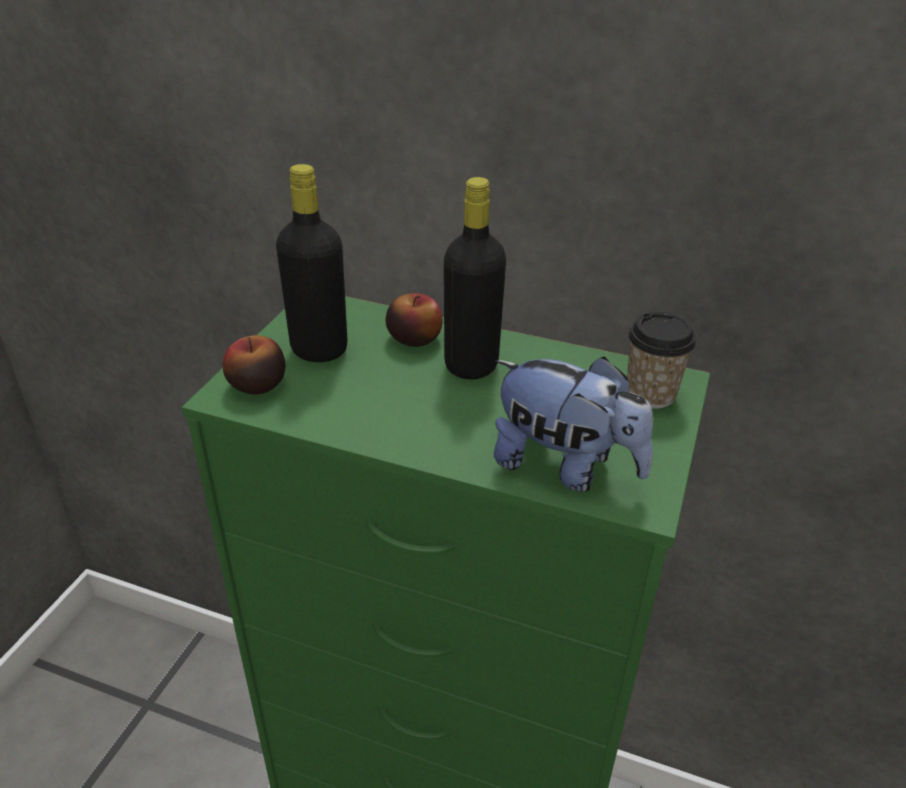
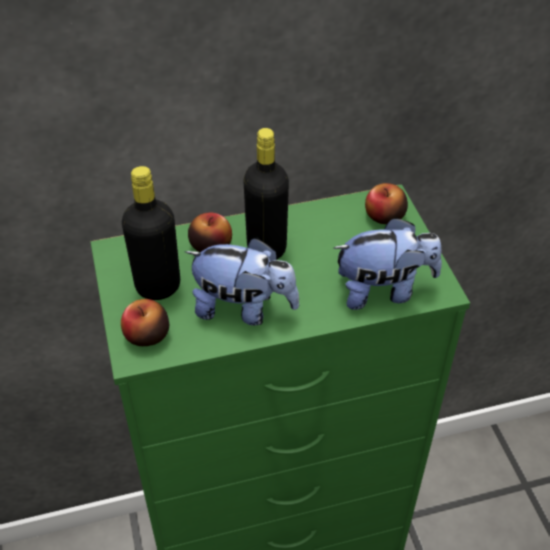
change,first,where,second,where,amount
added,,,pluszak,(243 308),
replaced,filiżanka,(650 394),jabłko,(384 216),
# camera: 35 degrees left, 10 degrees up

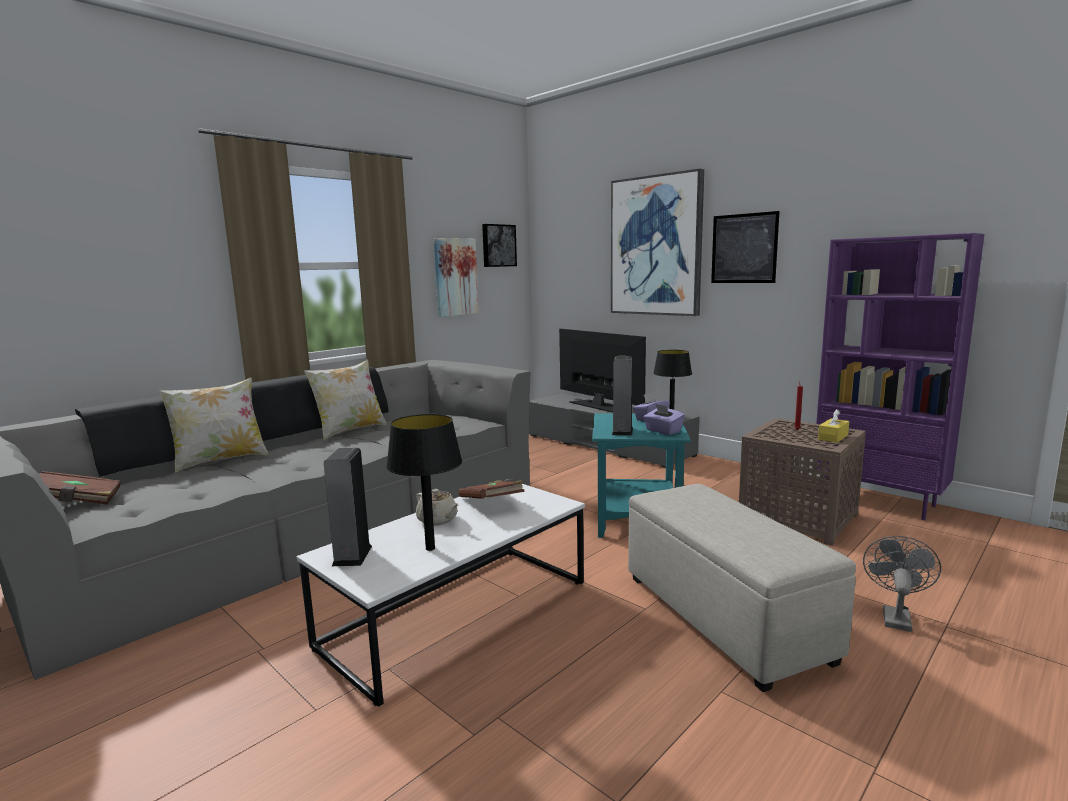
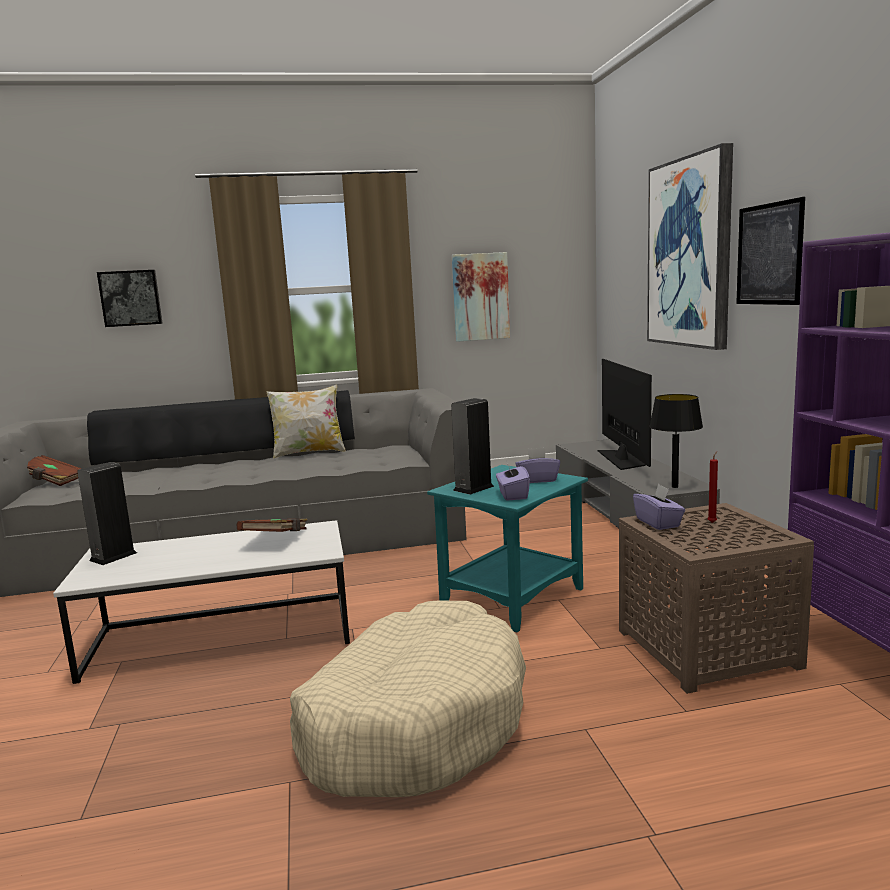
change,first,where,second,where,amount
removed,poduszka,(220 460),,,
removed,lampa stołowa [czarny],(430 548),,,
removed,imbryk [beżowy],(438 520),,,
removed,pudełko chusteczek [żółty],(833 437),,,
removed,wentylator [szary],(895 616),,,
added,,,pudełko chusteczek [fioletowy],(658 523),
moved,obraz,(498 245),,(131 298),
replaced,pufa [beżowy],(724 617),legowisko [beżowy],(414 721),
# camera: 35 degrees right, 0 degrees up

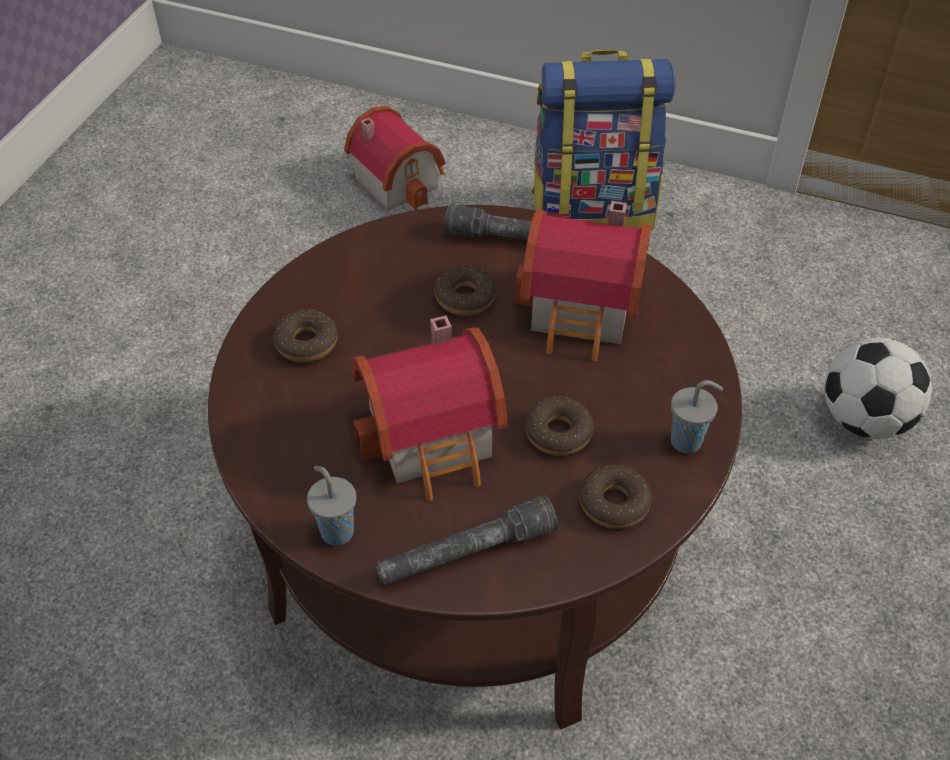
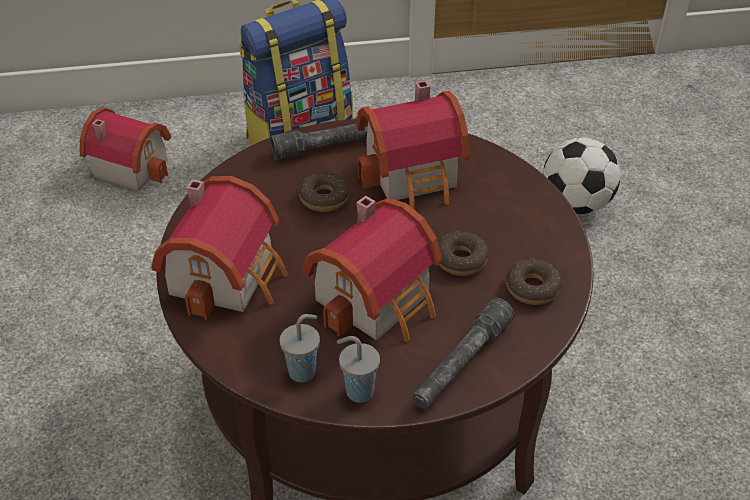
change,first,where,second,where,amount
moved,filiżanka [szary],(688 441),,(303 371),
replaced,donut,(306 343),domek,(229 275),
# camera: 30 degrees left, 5 degrees down

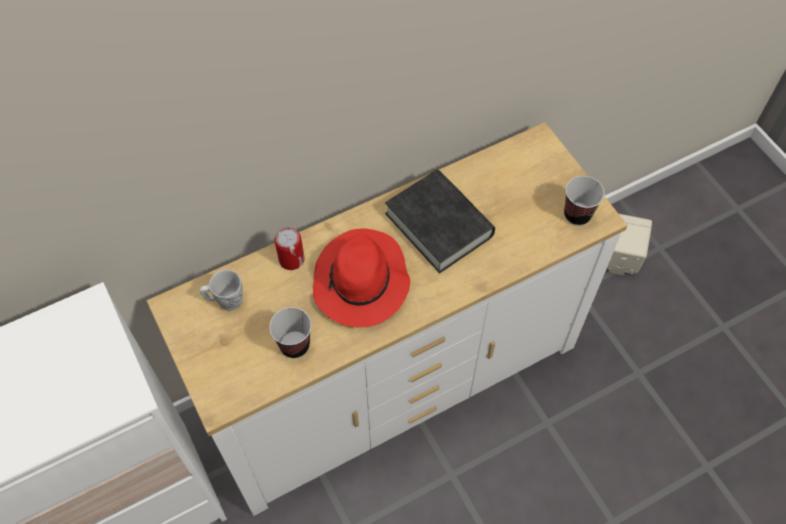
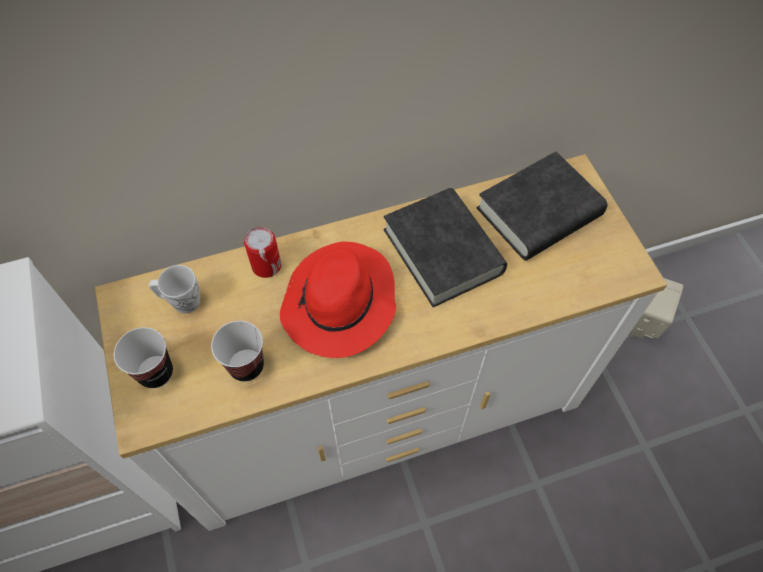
change,first,where,second,where,amount
added,,,książka [czarny],(539 212),
moved,filiżanka,(577 215),,(156 373),
# camera: 10 degrees right, 0 degrees up

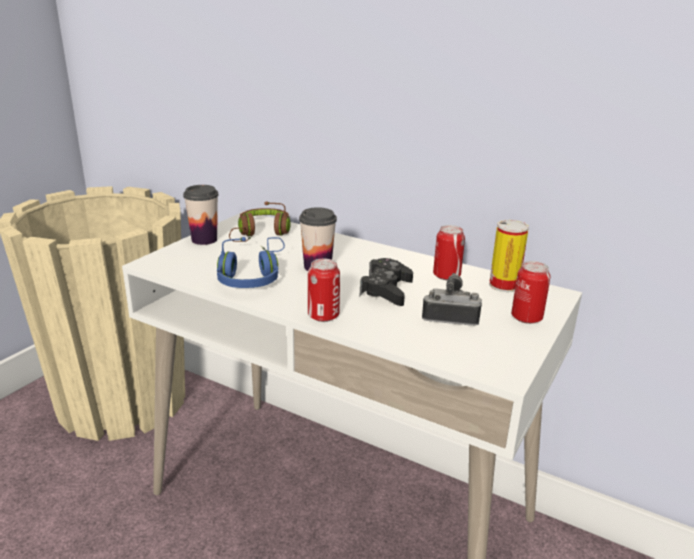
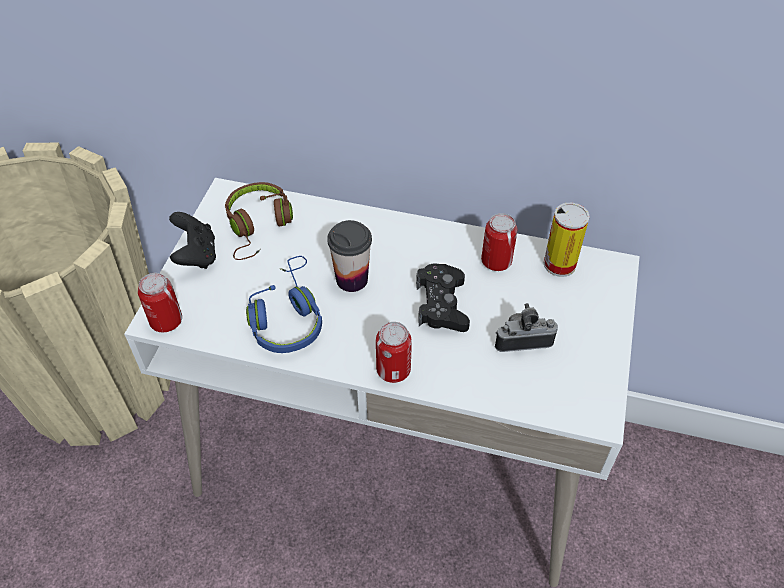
change,first,where,second,where,amount
moved,puszka,(526 318),,(166 321),
replaced,filiżanka,(204 239),pad do gier [czarny],(196 255),
# camera: 15 degrees left, 25 degrees up

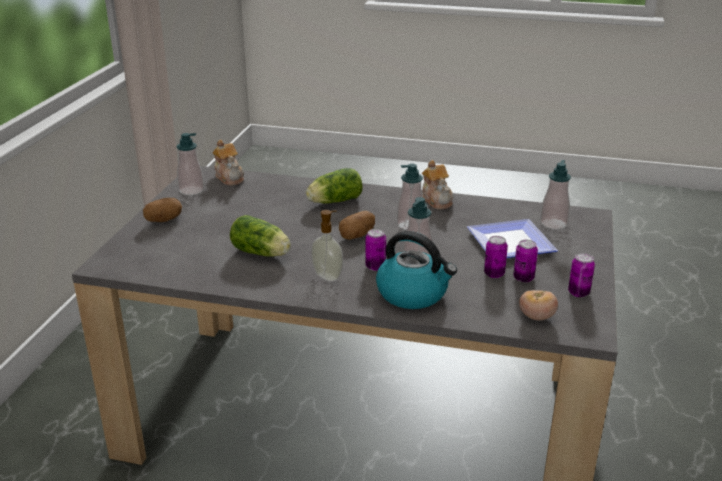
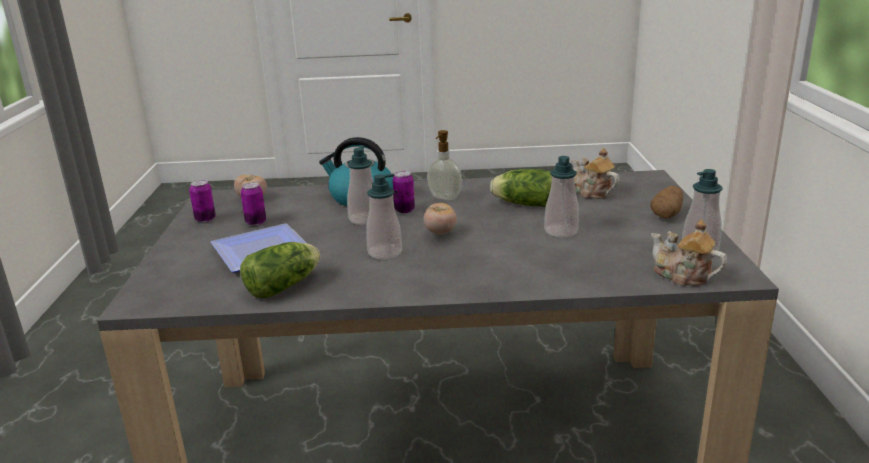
change,first,where,second,where,amount
removed,puszka,(494 274),,,
moved,sałata,(333 201),,(286 285),
moved,imbryk,(437 200),,(591 193),
moved,dozownik mydła,(553 223),,(561 231),
replaced,ziemniak,(357 235),pomidor,(440 232),
# camera: 165 degrees right, 5 degrees down

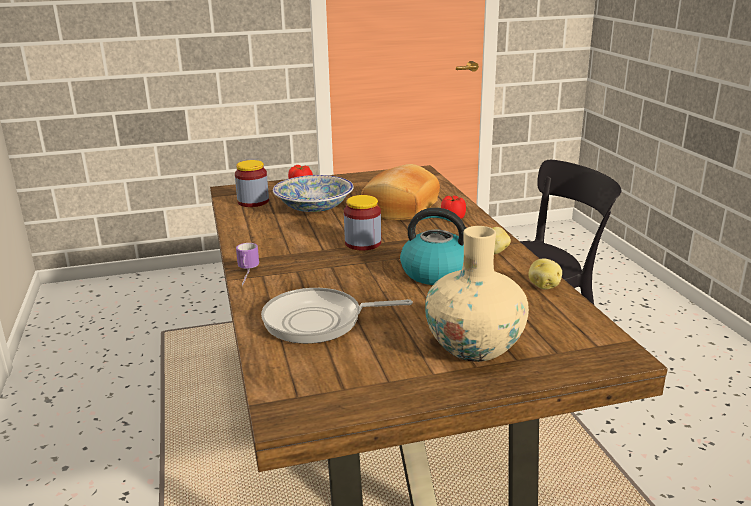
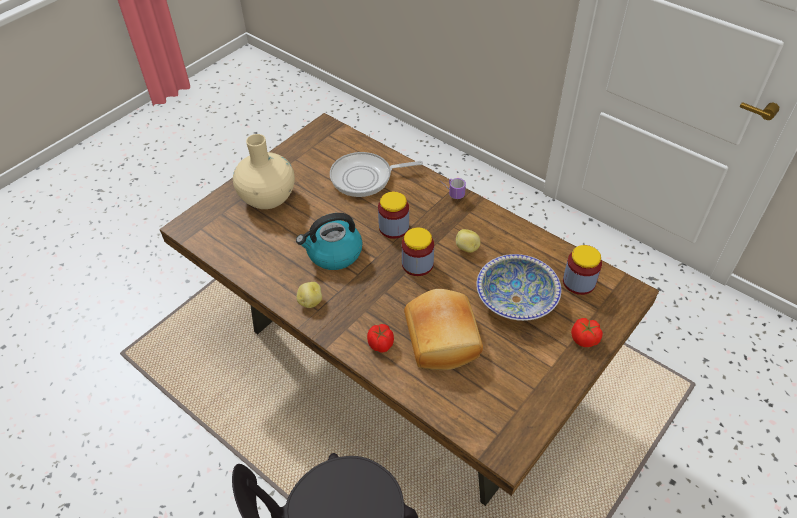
change,first,where,second,where,amount
added,,,słoik,(394 228),
moved,ziemniak,(544 286),,(467 248),
turned,patelnia,(319 321),,(365 178),150 degrees counterclockwise
# camera: 145 degrees right, 25 degrees up

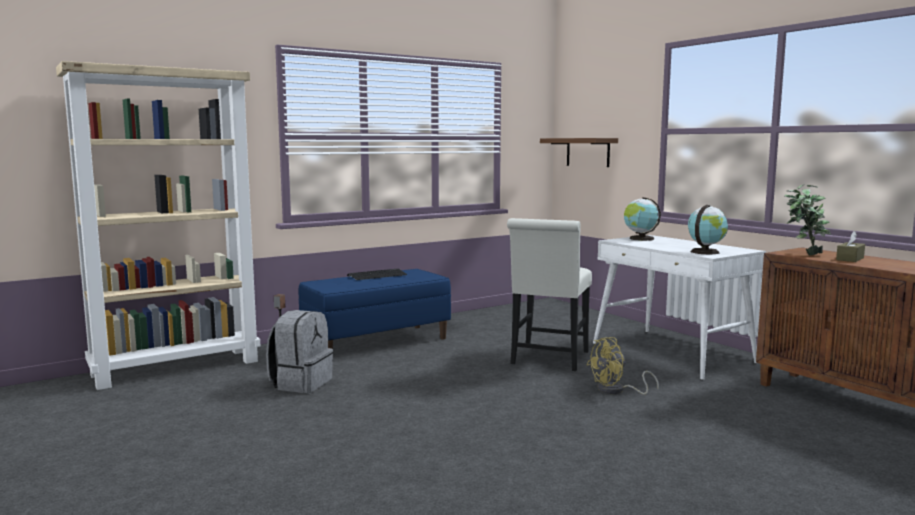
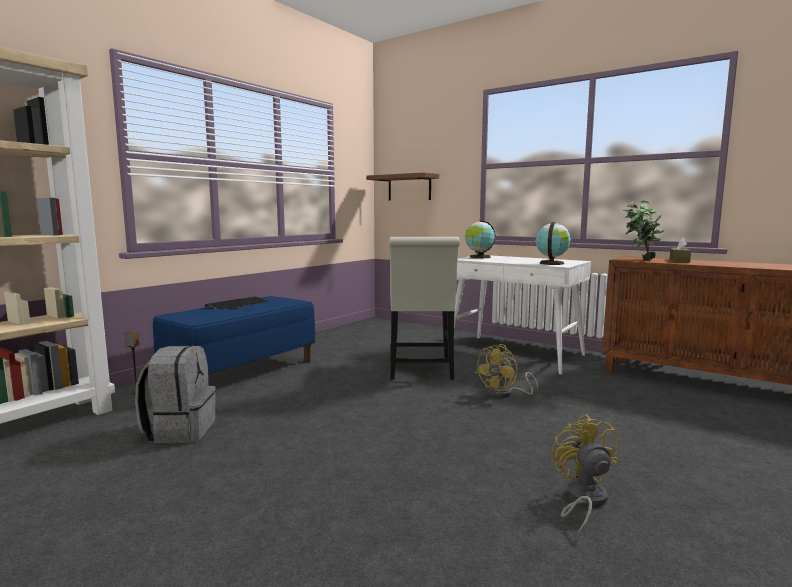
change,first,where,second,where,amount
added,,,wentylator [żółty],(583 500),
# camera: 20 degrees left, 0 degrees up

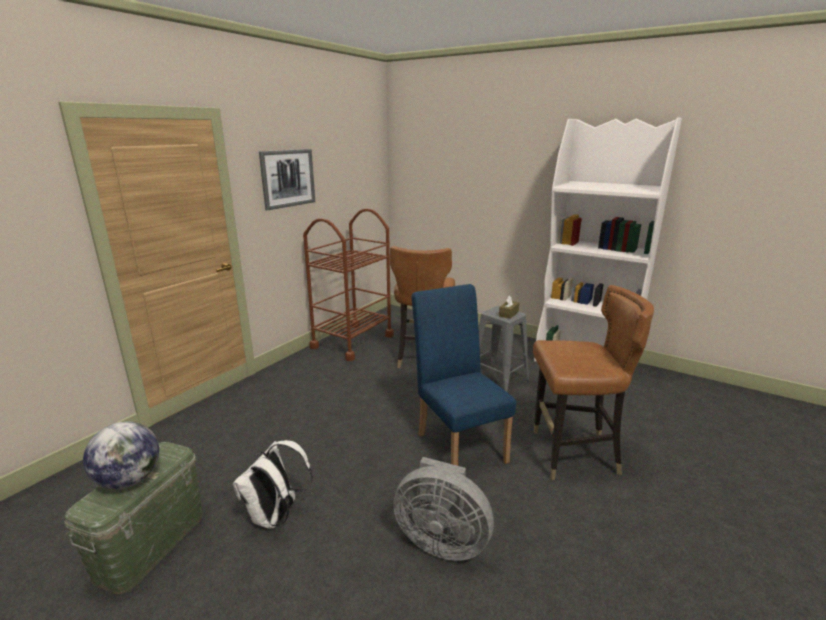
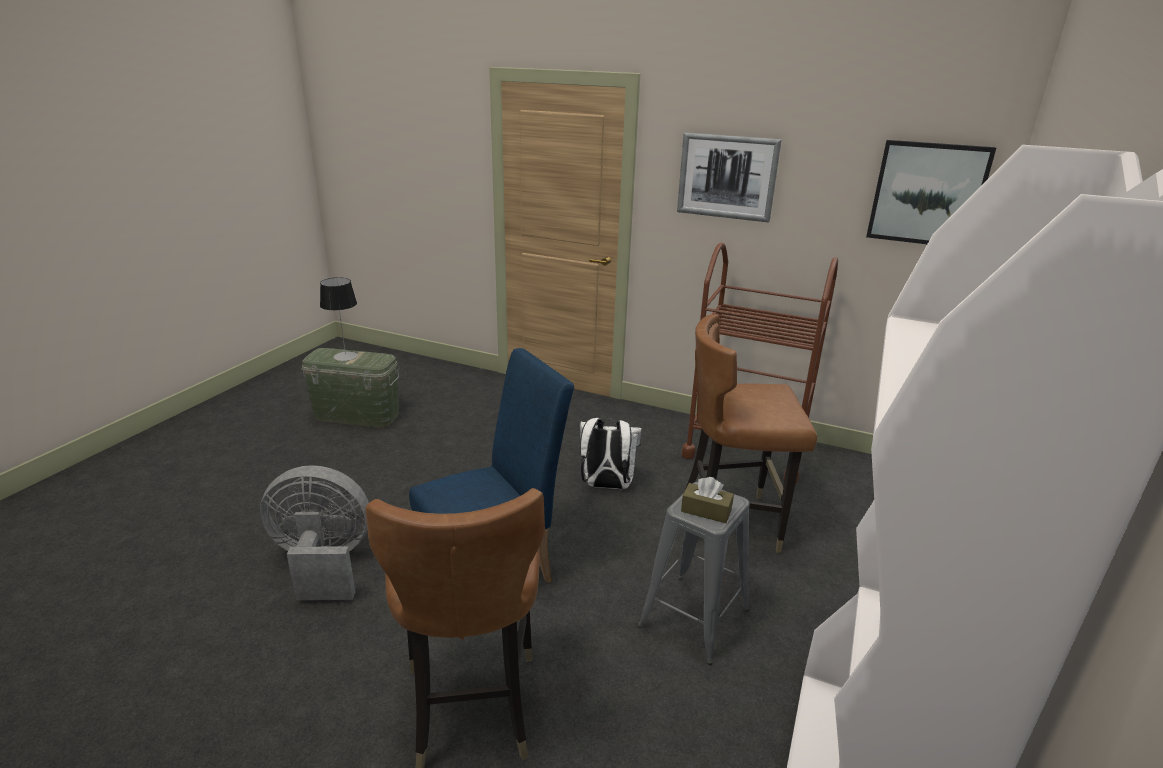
change,first,where,second,where,amount
added,,,obraz,(927 193),
moved,plecak [biały],(276 516),,(606 486),
replaced,globus,(129 480),lampa stołowa,(345 356),
turned,wentylator [szary],(441 540),,(323 564),75 degrees clockwise
# camera: 80 degrees right, 5 degrees up

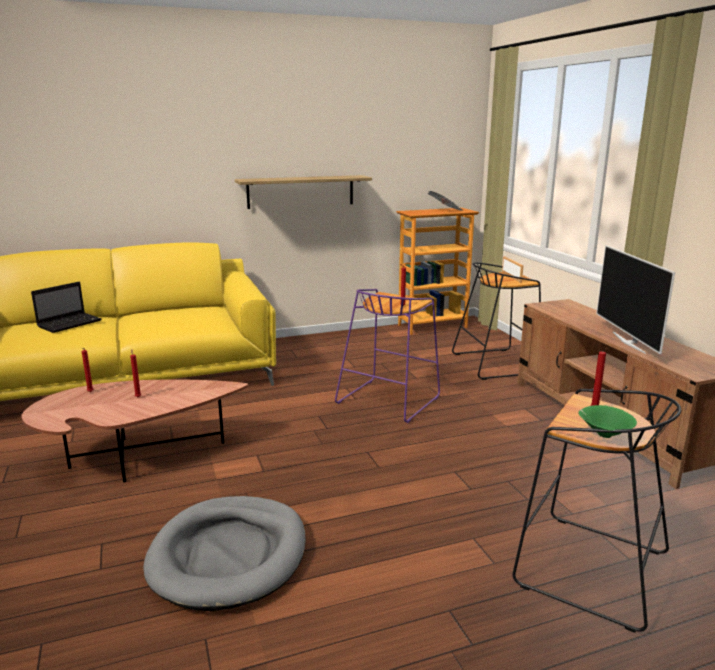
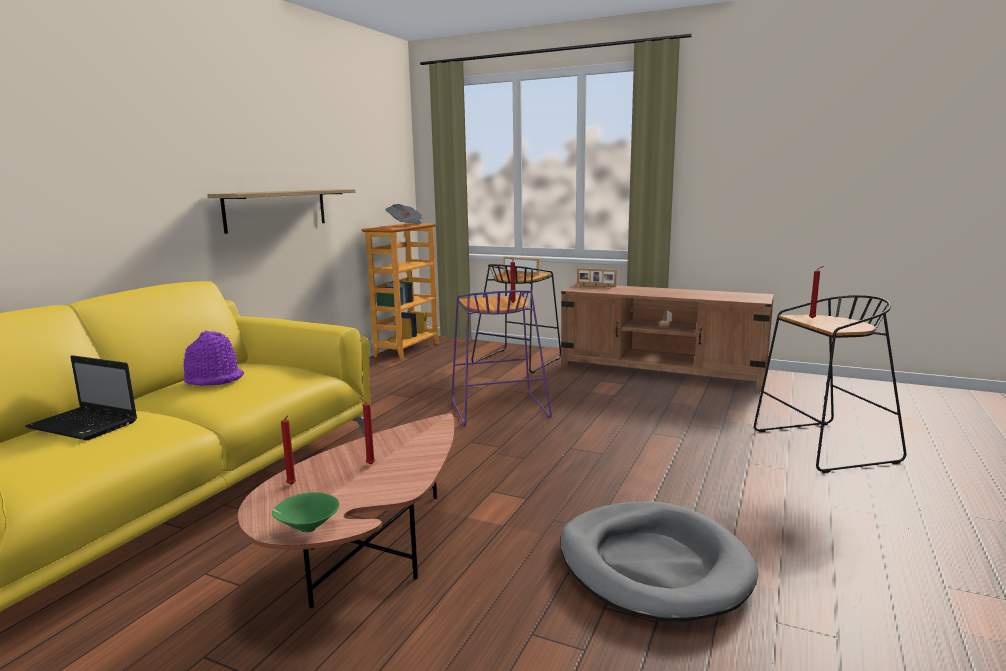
change,first,where,second,where,amount
removed,telewizor,(629 342),,,
added,,,kapelusz [fioletowy],(214 379),
added,,,ramka na zdjęcie,(596 285),
moved,miska [zielony],(603 434),,(306 529),
turned,laptop,(70 323),,(85 425),120 degrees clockwise
# camera: 45 degrees left, 5 degrees down

